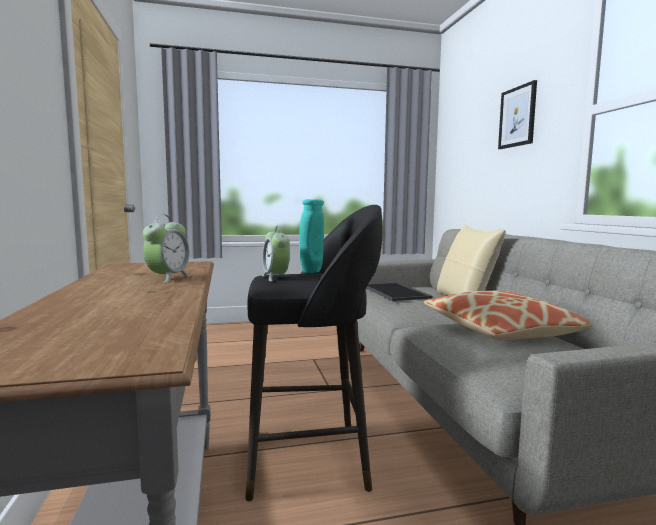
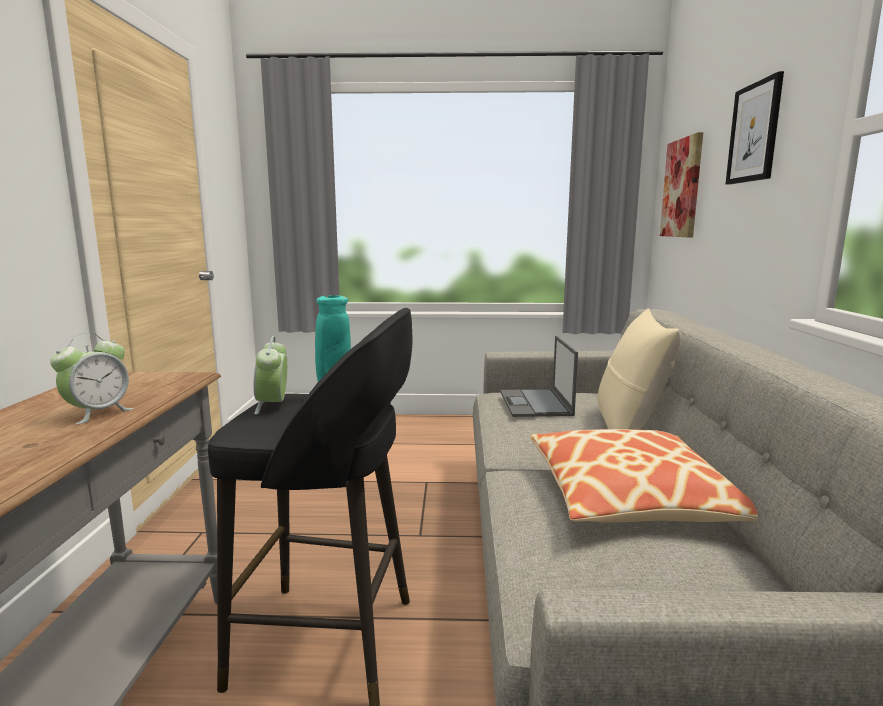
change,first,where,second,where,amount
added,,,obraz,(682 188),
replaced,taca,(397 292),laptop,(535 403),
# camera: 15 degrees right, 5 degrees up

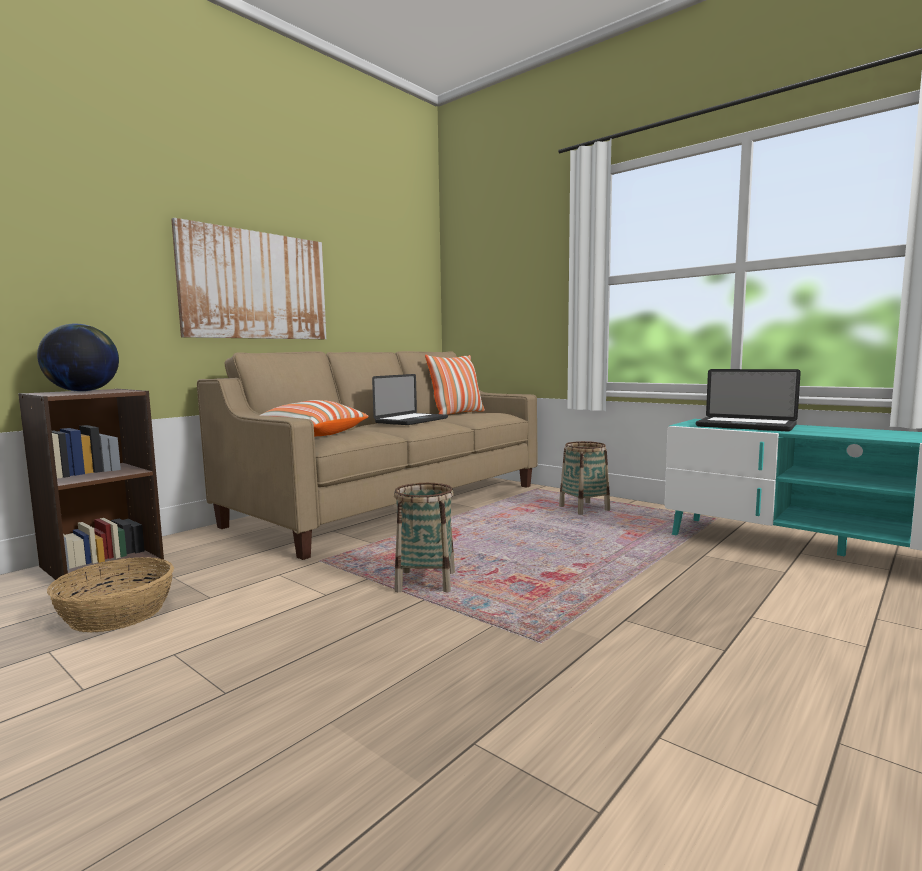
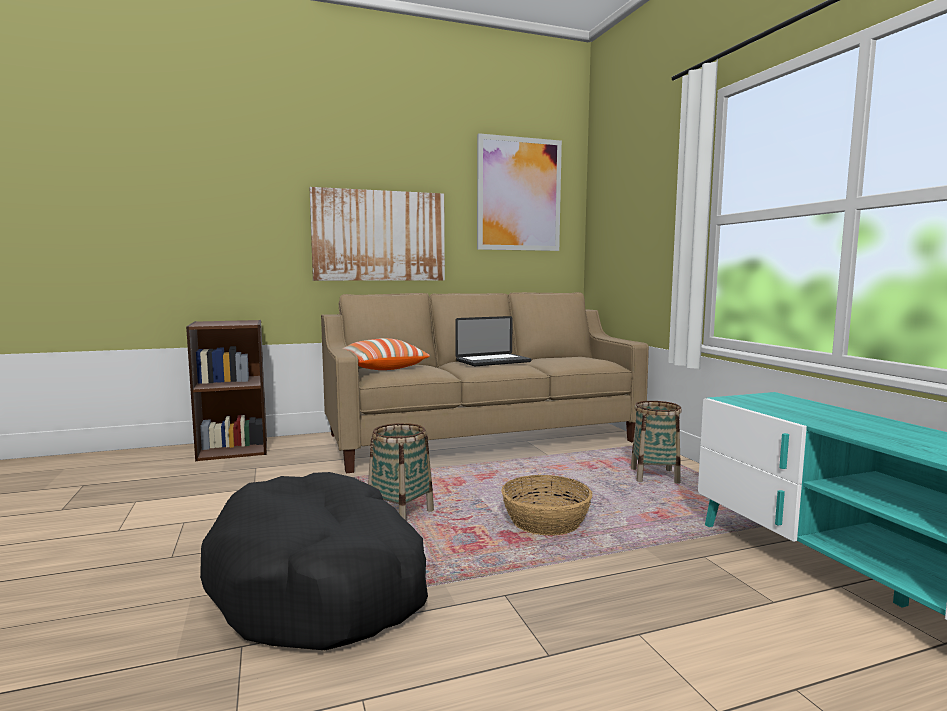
change,first,where,second,where,amount
removed,globus,(82 391),,,
removed,poduszka,(457 414),,,
removed,laptop,(745 426),,,
added,,,legowisko [czarny],(321 584),
added,,,obraz,(519 194),
moved,koszyk,(116 614),,(545 521),
# camera: 30 degrees right, 0 degrees up

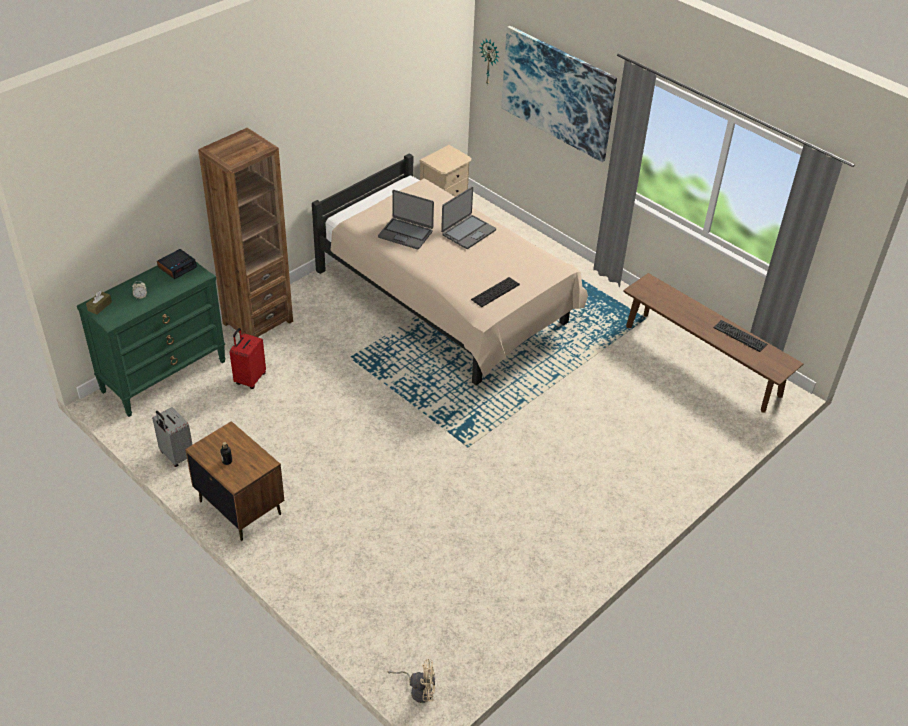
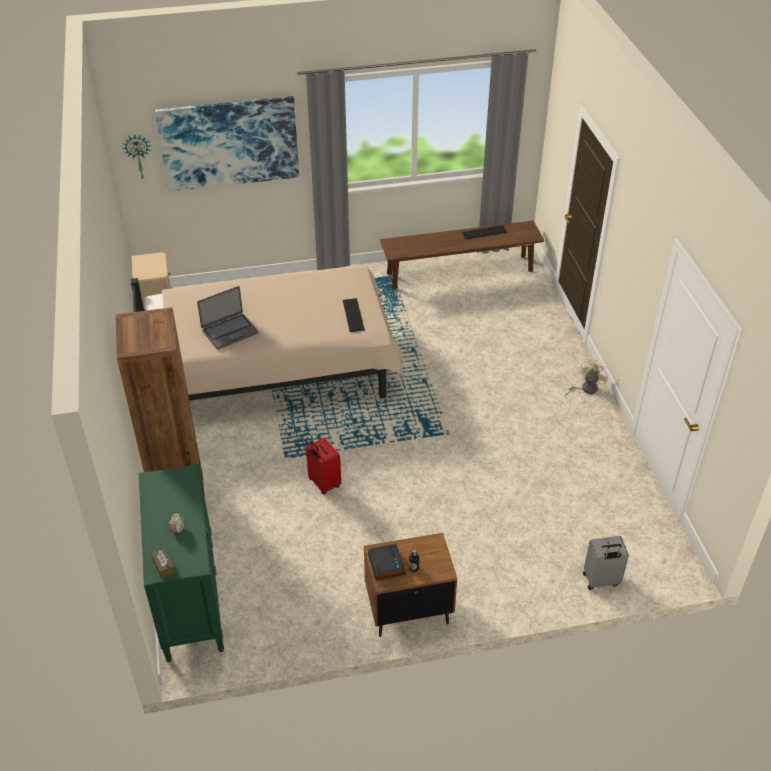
change,first,where,second,where,amount
removed,laptop,(468 232),,,
moved,walizka [szary],(176 456),,(601 580),
moved,budzik,(177 267),,(386 565),
moved,walizka [czerwony],(249 379),,(323 483),
moved,wentylator [beżowy],(418 690),,(585 389),
# camera: 55 degrees left, 0 degrees up

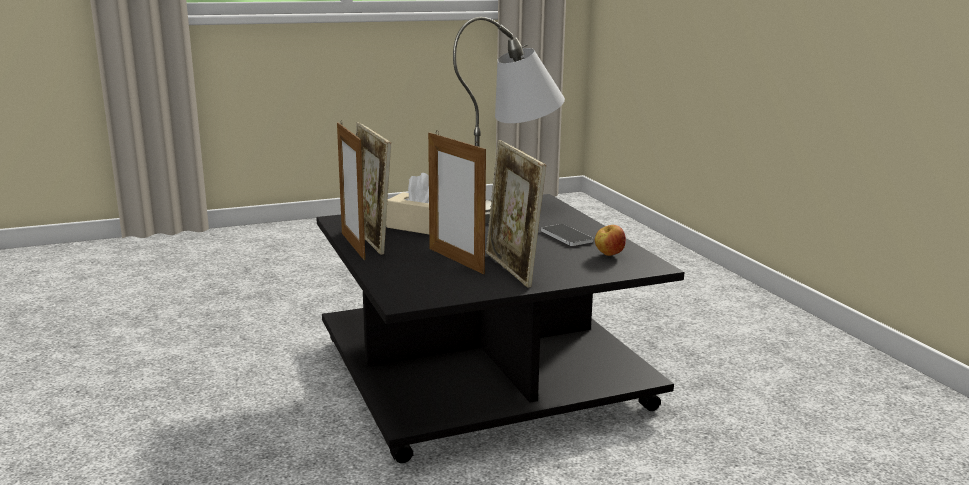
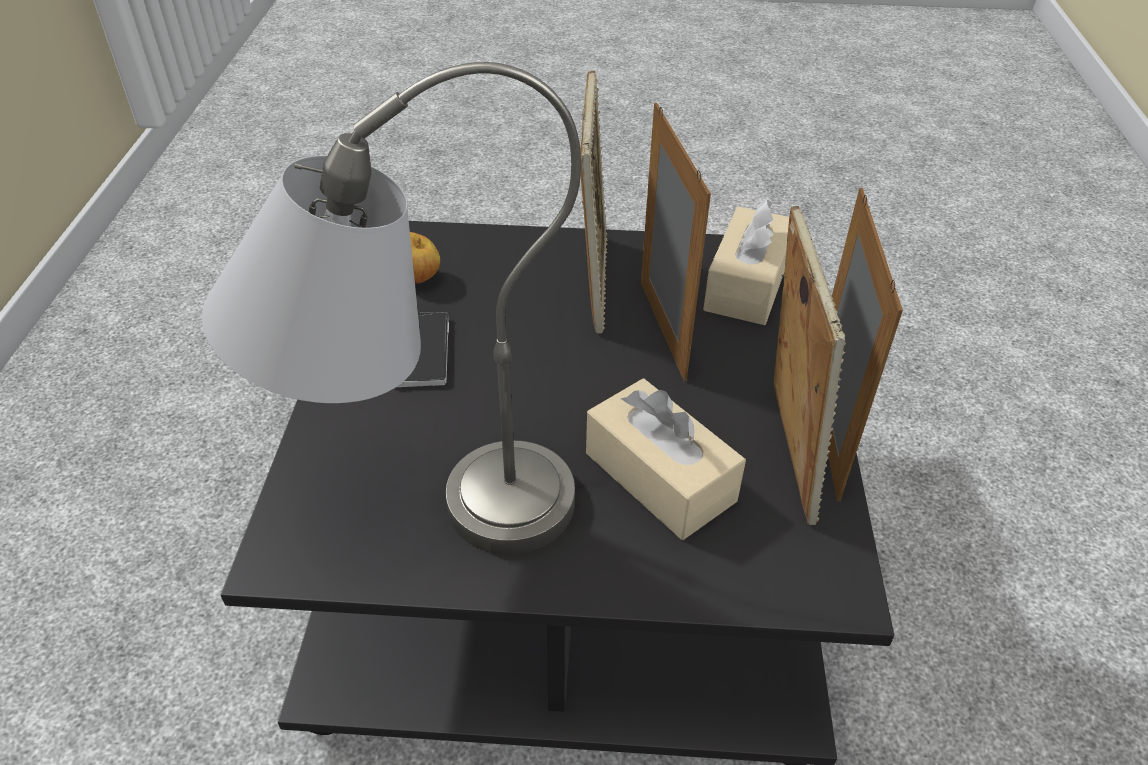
change,first,where,second,where,amount
added,,,pudełko chusteczek [beżowy],(747 284),
# camera: 155 degrees left, 25 degrees up

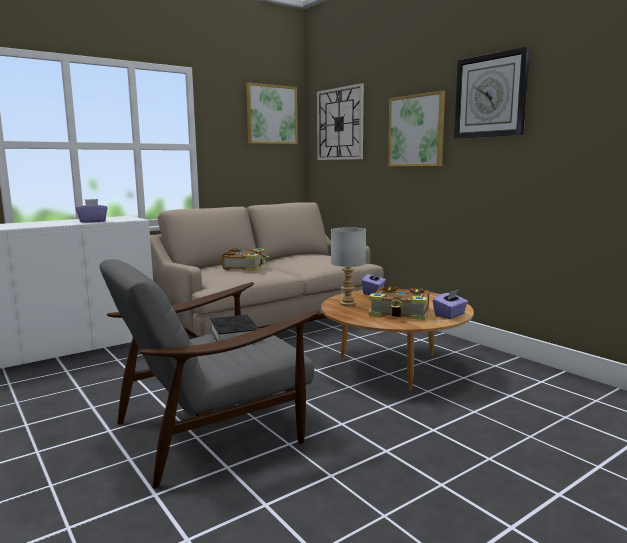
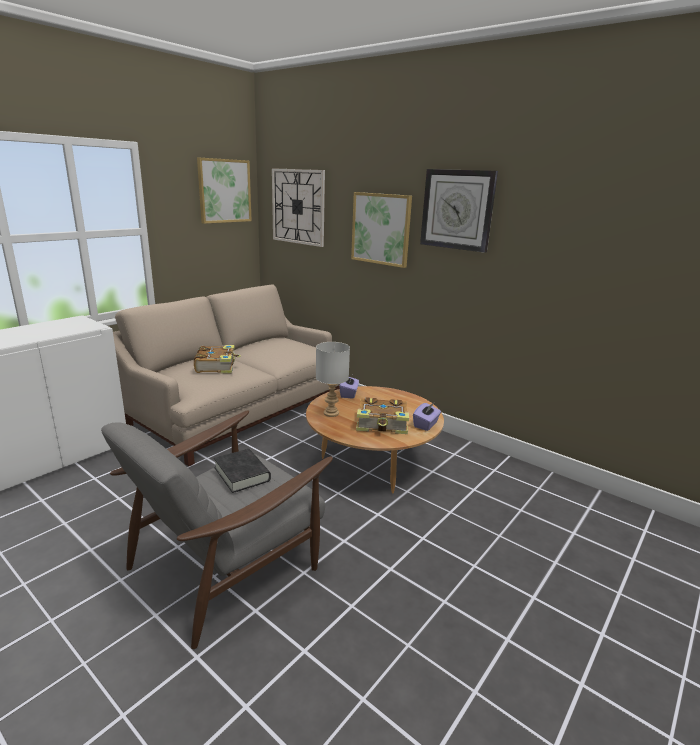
change,first,where,second,where,amount
removed,pudełko chusteczek [fioletowy],(93 221),,,
# camera: 15 degrees left, 10 degrees up

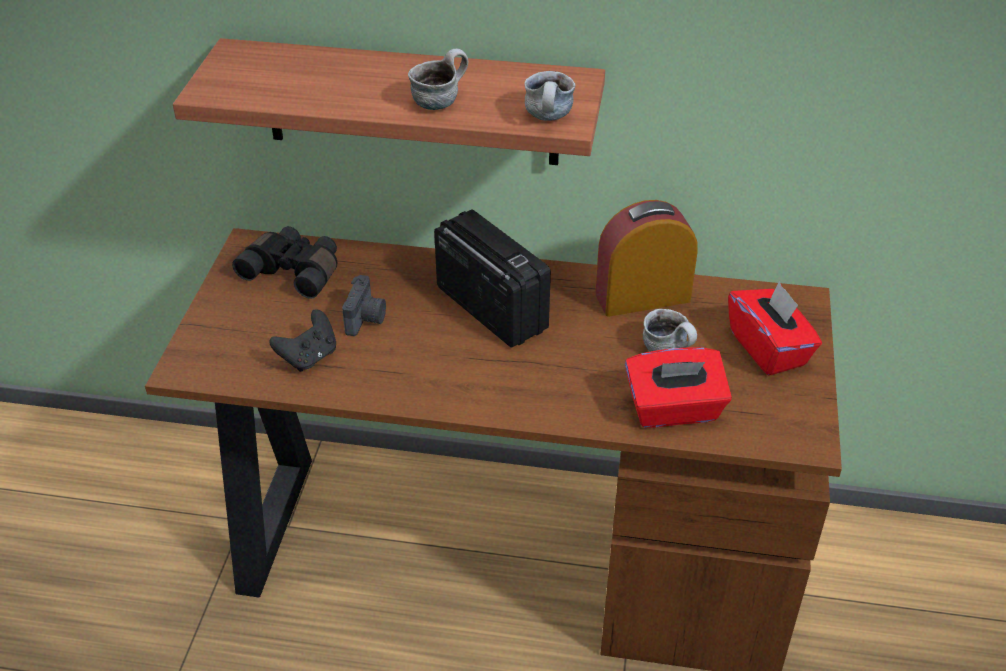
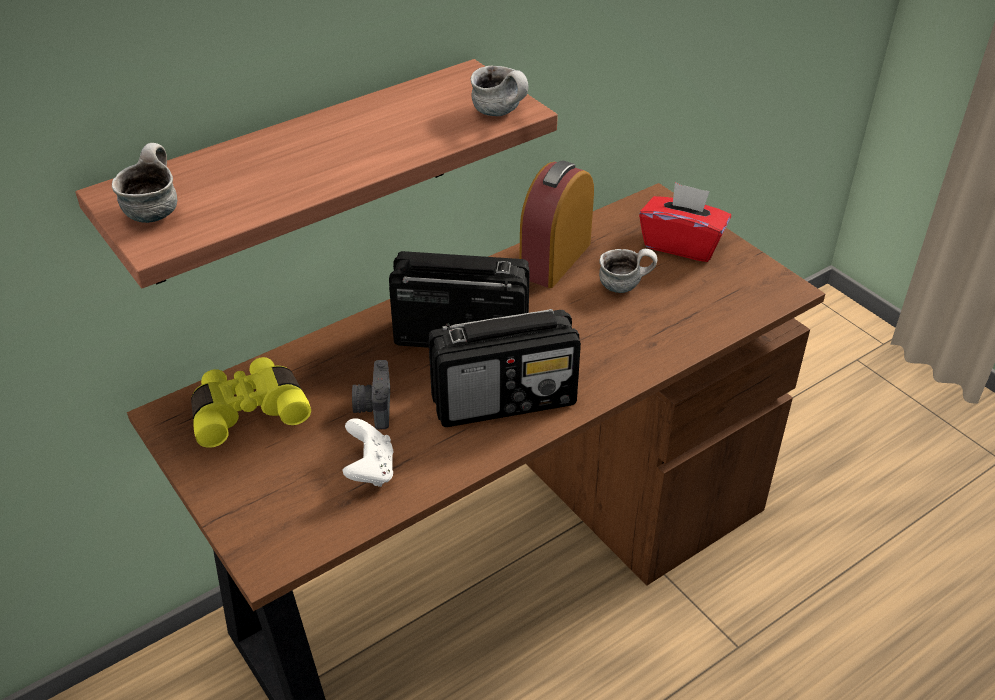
change,first,where,second,where,amount
removed,pudełko chusteczek [czerwony],(674 410),,,
added,,,radio,(505 400),
moved,kubek,(439 101),,(153 209),
recoloured,lornetka [czarny],(295 271),lornetka [żółty],(249 411),
recoloured,pad do gier [czarny],(309 357),pad do gier [biały],(370 470),
turned,aparat fotograficzny,(366 319),,(373 408),150 degrees counterclockwise
# camera: 45 degrees left, 0 degrees up

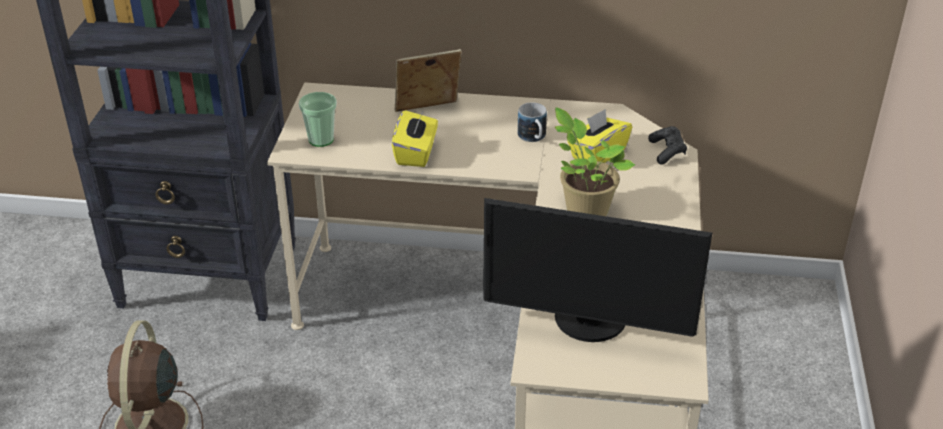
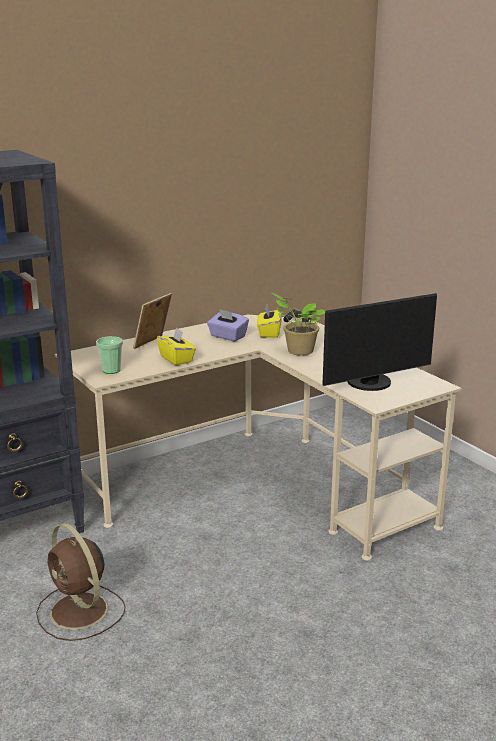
change,first,where,second,where,amount
replaced,kubek,(533 138),pudełko chusteczek [fioletowy],(227 336),
# camera: 40 degrees left, 15 degrees down

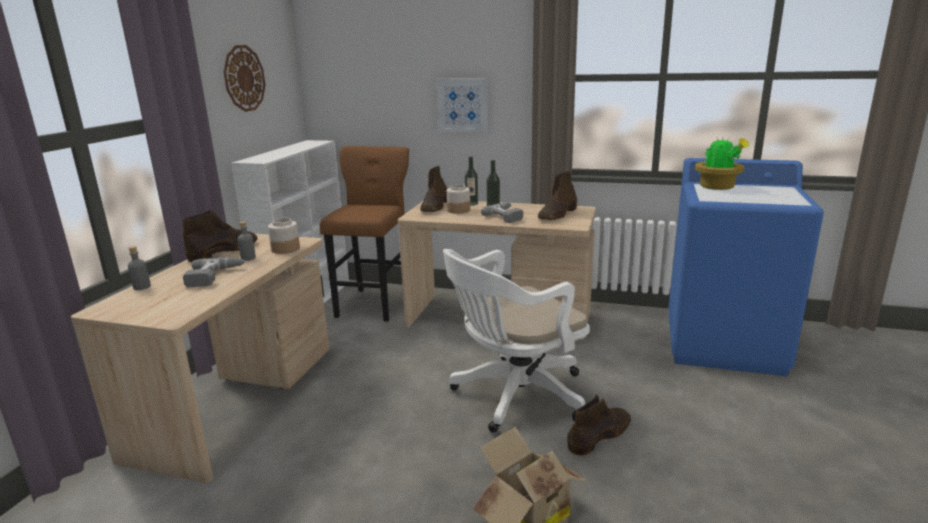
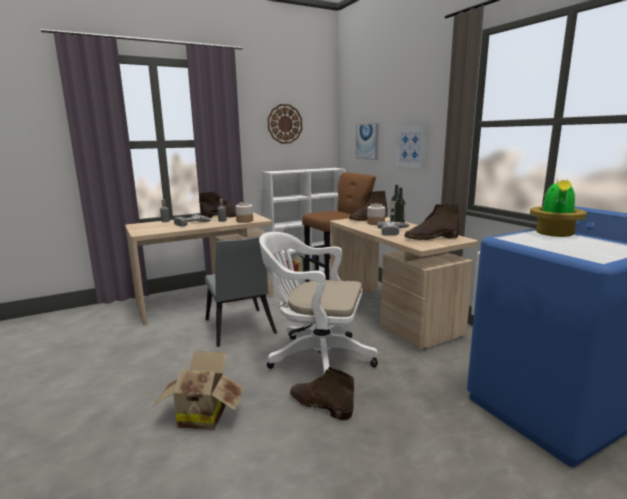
change,first,where,second,where,amount
added,,,krzesło [szary],(239 329),
added,,,obraz,(367 141),
turned,but z cholewką [brązowy],(599 435),,(320 405),150 degrees counterclockwise
# camera: 45 degrees right, 5 degrees down

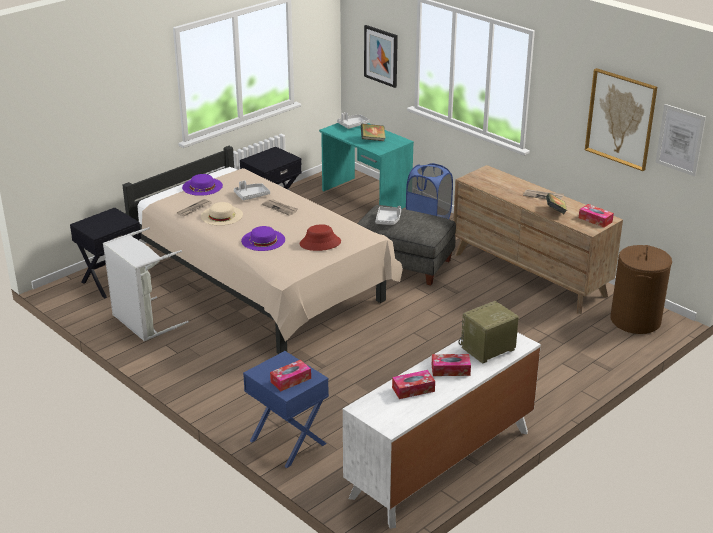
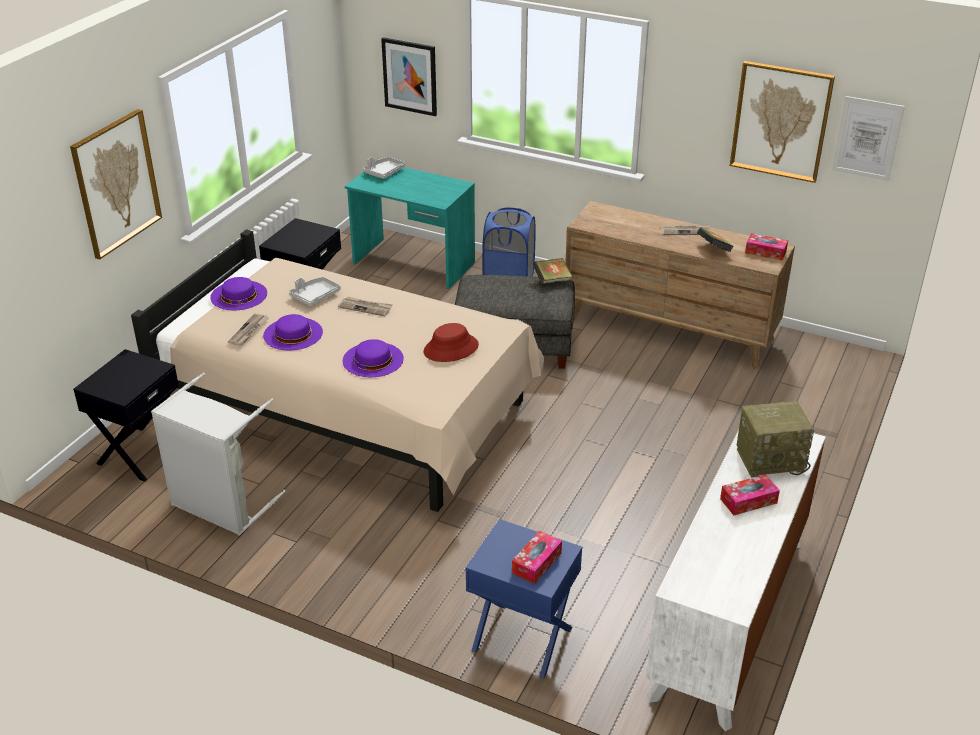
change,first,where,second,where,amount
removed,taca [szary],(388 220),,,
removed,pudełko chusteczek,(413 389),,,
removed,kosz na pranie [brązowy],(635 320),,,
added,,,obraz,(116 183),
moved,książka,(373 139),,(552 280),
recoloured,kapelusz [beżowy],(221 215),kapelusz [fioletowy],(293 333),
turned,radio,(487 349),,(771 459),135 degrees counterclockwise
# camera: 20 degrees left, 5 degrees up

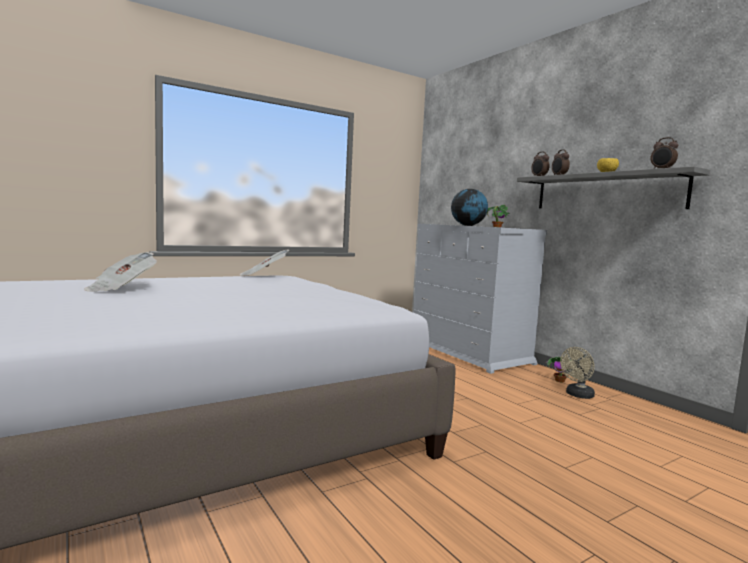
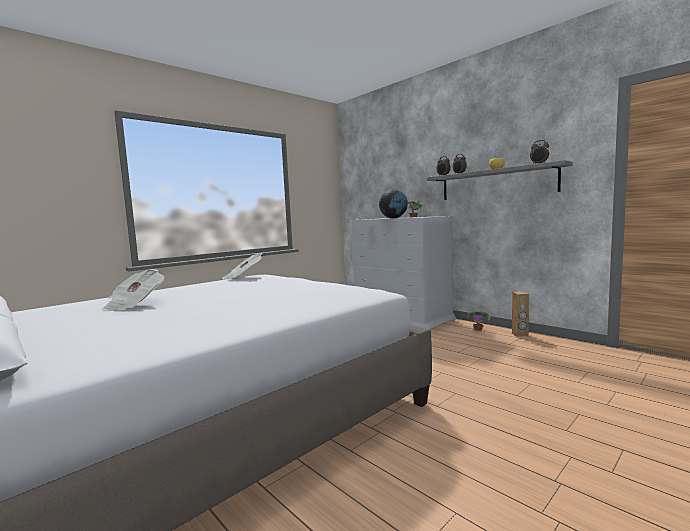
change,first,where,second,where,amount
removed,wentylator [beżowy],(577 395),,,
added,,,głośnik [brązowy],(520 334),
# camera: 10 degrees left, 0 degrees up

